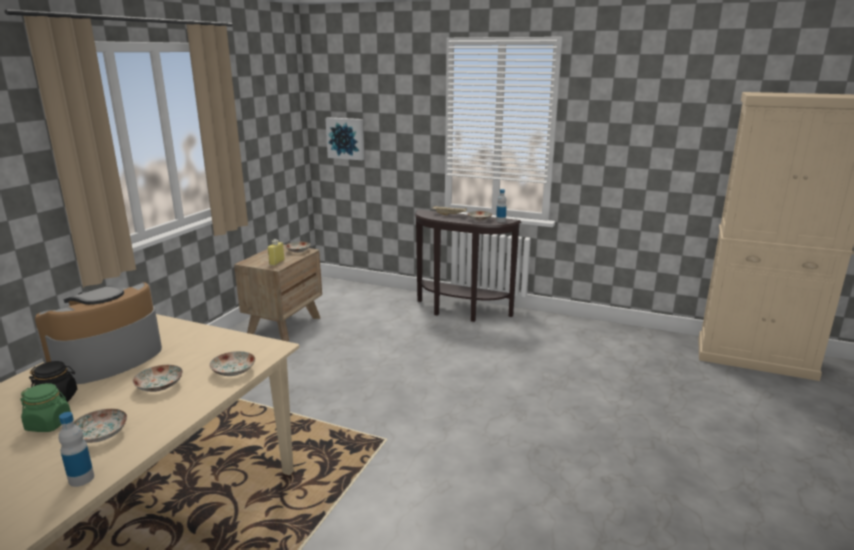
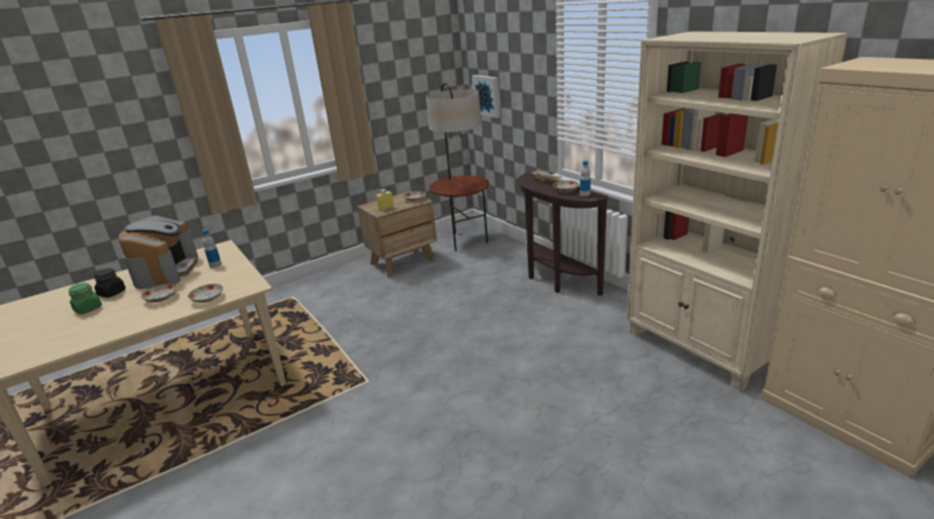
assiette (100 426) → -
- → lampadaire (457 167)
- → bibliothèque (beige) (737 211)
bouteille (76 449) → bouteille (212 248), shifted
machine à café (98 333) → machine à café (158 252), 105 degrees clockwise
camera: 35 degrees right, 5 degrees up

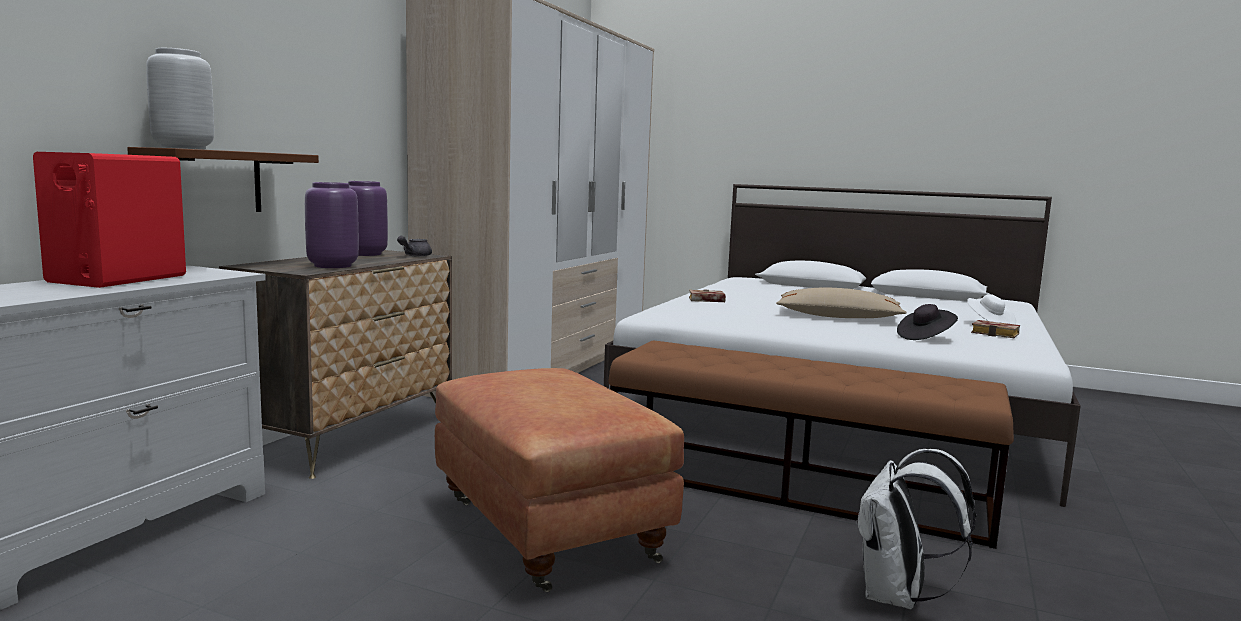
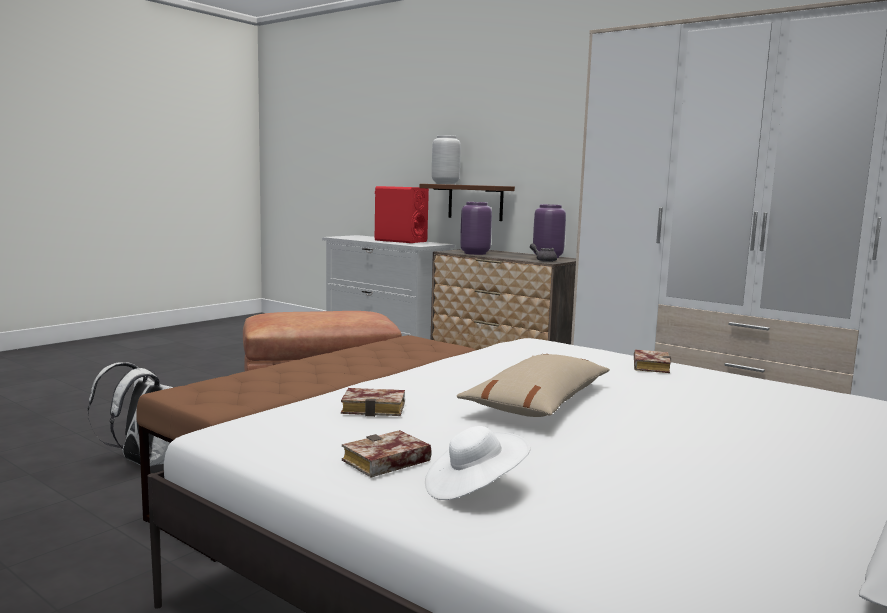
chapeau (noir) (927 322) → livre (373 402)
camera: 105 degrees right, 0 degrees up

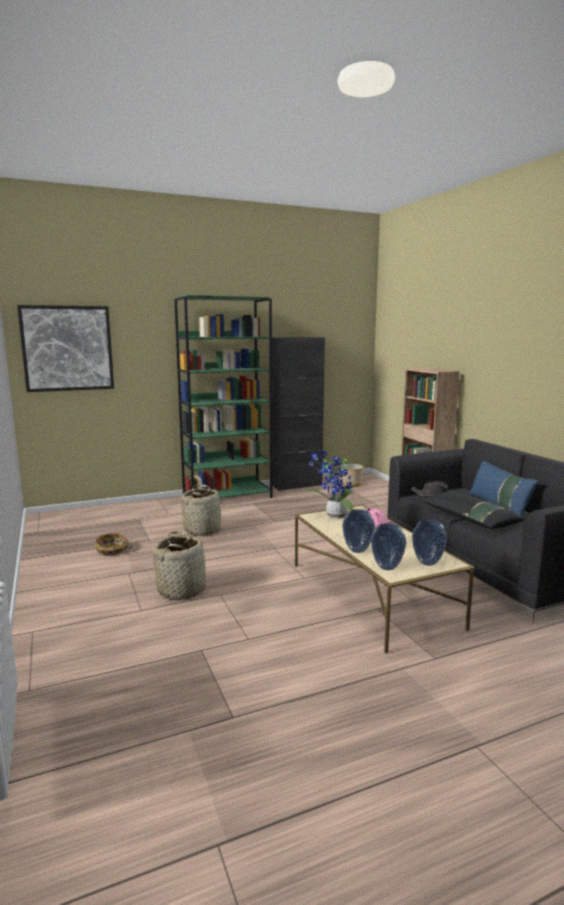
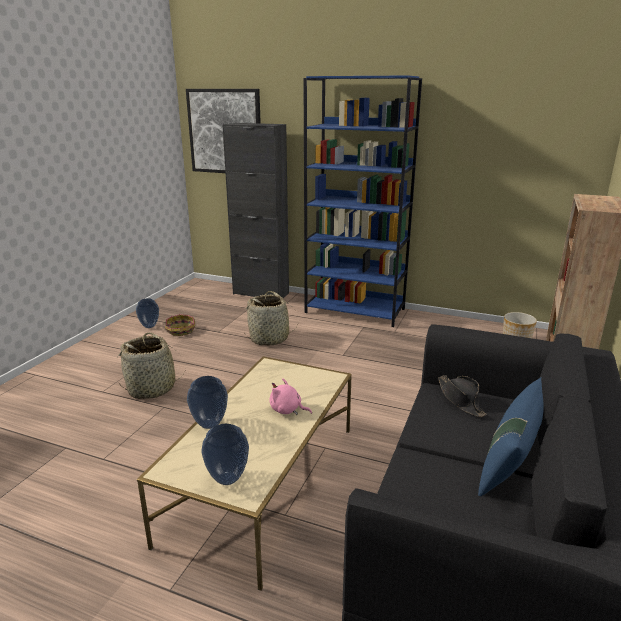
plante en pot (329 485) → -
coussin (noir) (473 509) → -
meuble de rangement (noir) (298 414) → meuble de rangement (noir) (255 210), shifted
vase (388 546) → vase (147 313), shifted
bibliothèque (vert) (223 396) → bibliothèque (bleu) (362 201)
camera: 45 degrees right, 10 degrees up

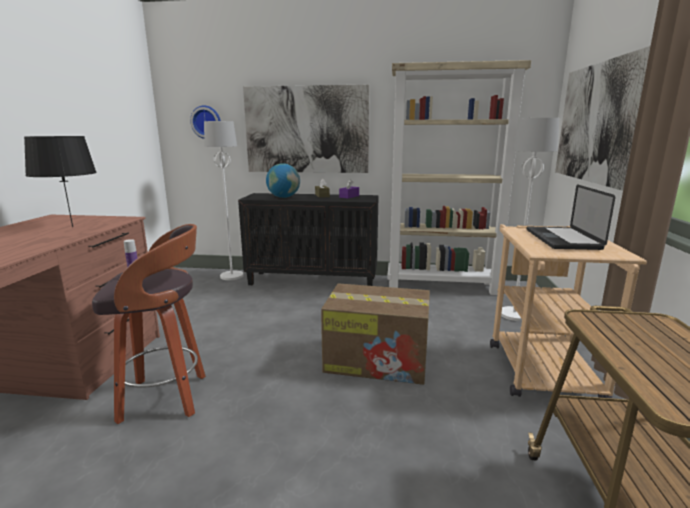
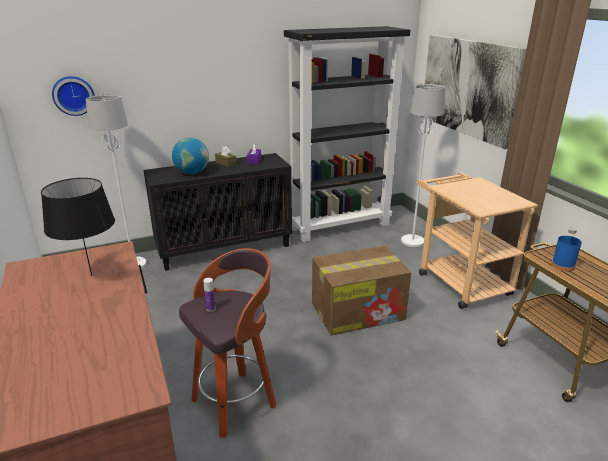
tableau (306 129) → -
ordinateur portable (570 217) → -
- → bouteille (bleu) (566 249)
bibliothèque (beige) (459 177) → bibliothèque (noir) (347 134)
camera: 30 degrees left, 10 degrees up

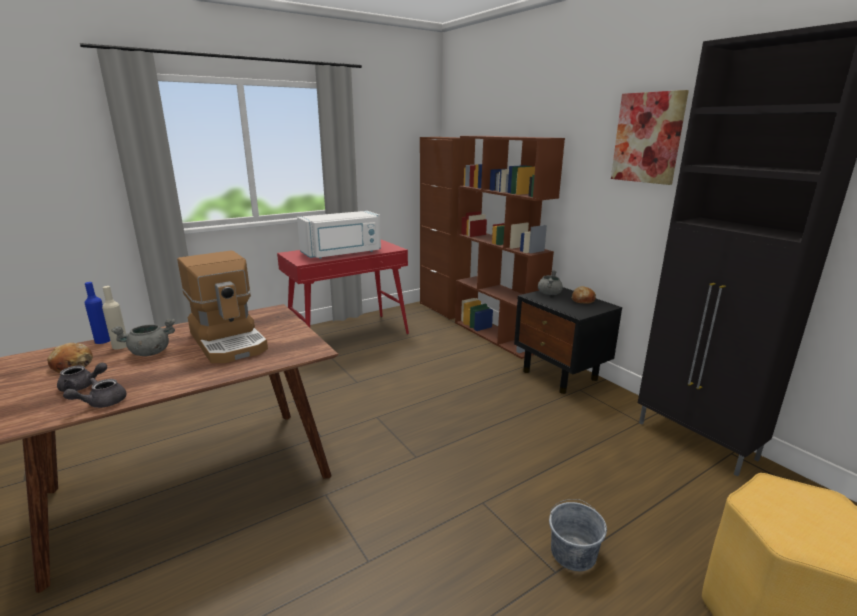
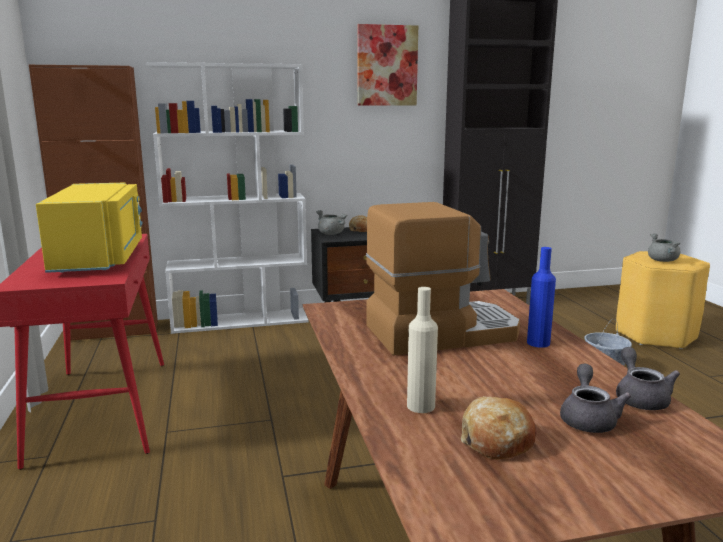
bouteille (bleu) (97 313) → bouteille (bleu) (541 297), shifted
marmite (gris) (143 337) → marmite (gris) (664 247), shifted
micro-ondes (blanc) (339 235) → micro-ondes (jaune) (89 227)
bibliothèque (marron) (510 247) → bibliothèque (blanc) (228 198)
théière (gris) (95 393) → théière (gris) (648 378), 150 degrees counterclockwise
camera: 70 degrees left, 5 degrees down

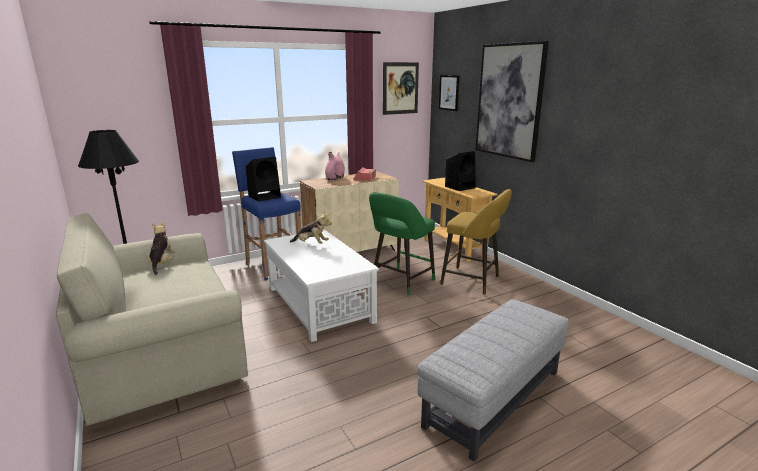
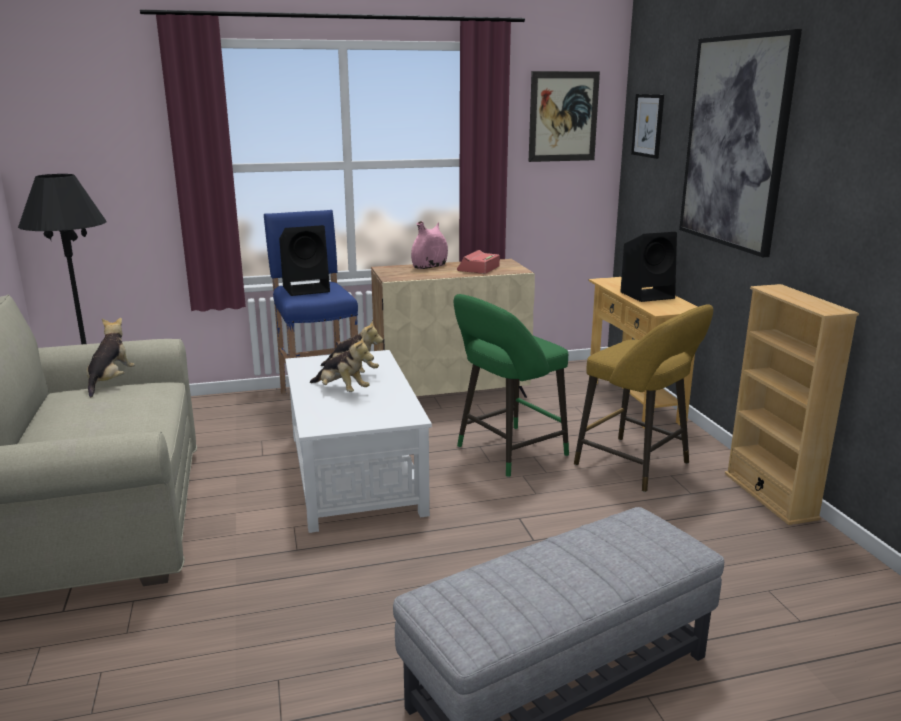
- → peluche (342 364)
- → bibliothèque (beige) (792 404)
camera: 15 degrees right, 0 degrees up

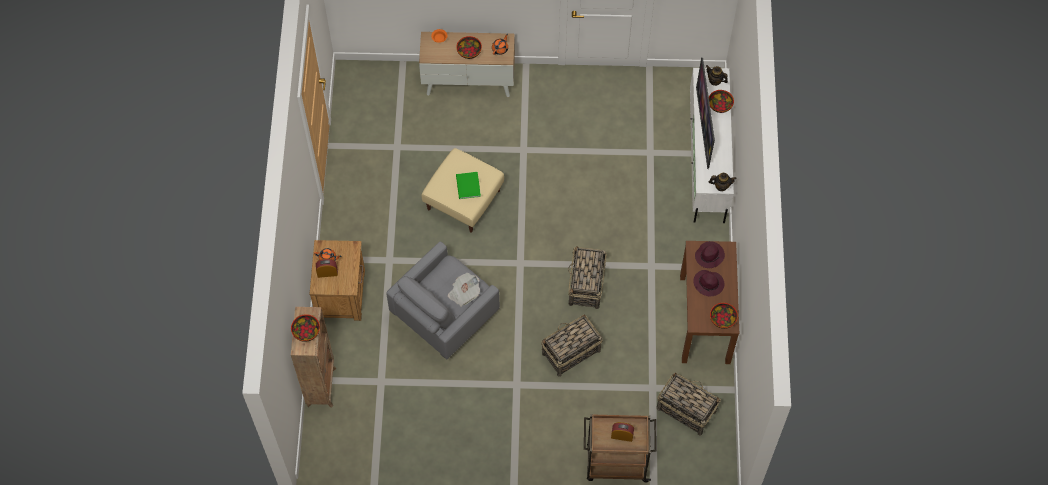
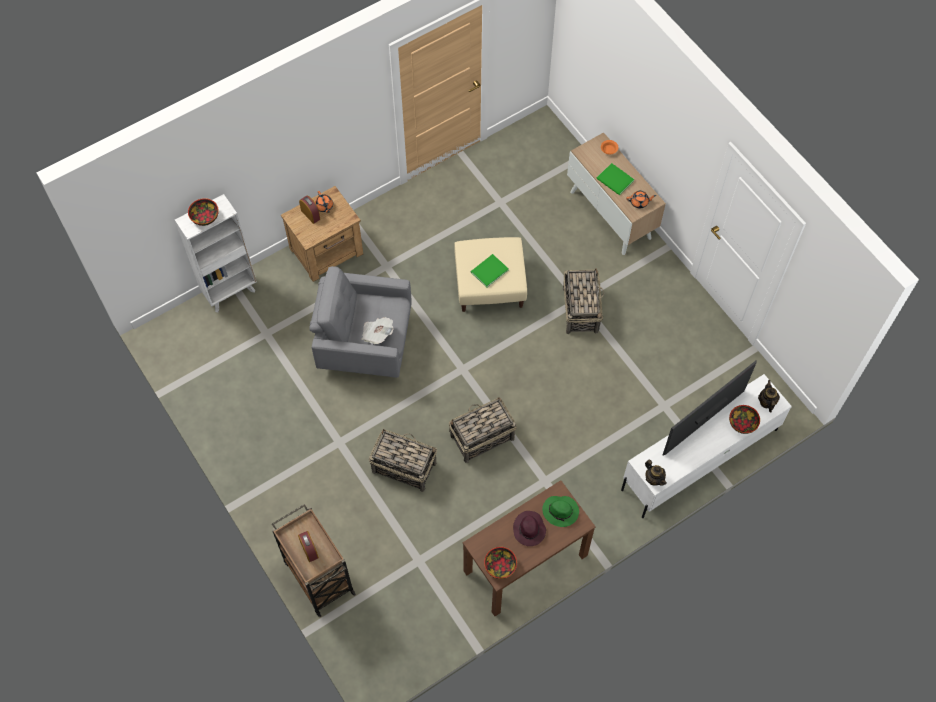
panier (689 404) → panier (583 301), shifted
bol (469 47) → livre (vert) (616 179)
bibliothèque (marron) (313 357) → bibliothèque (blanc) (216 253)
chapeau (violet) (710 254) → chapeau (vert) (560 511)
camera: 55 degrees right, 0 degrees up

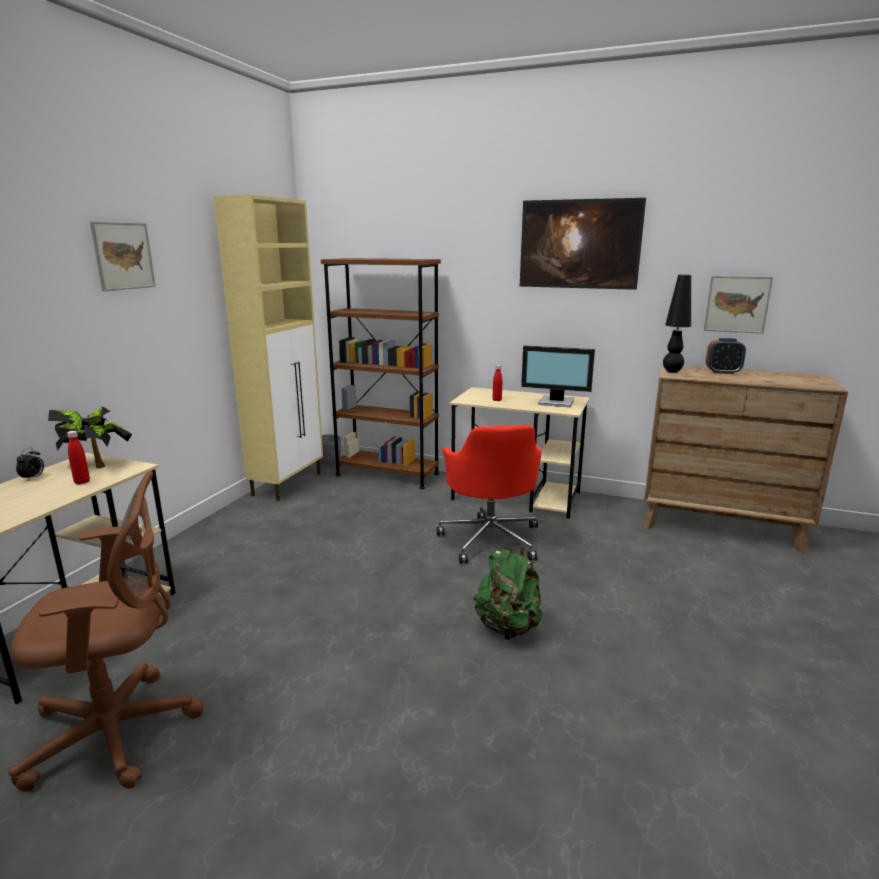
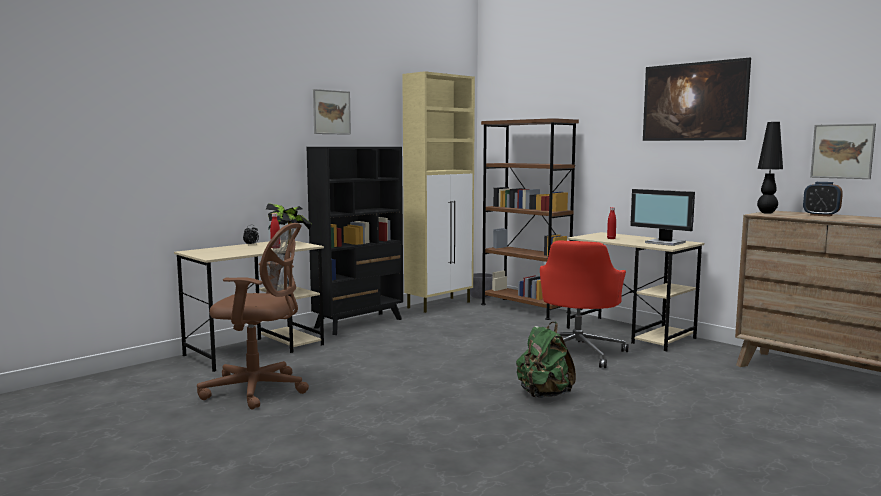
- → bibliothèque (noir) (355 241)
camera: 25 degrees right, 10 degrees down

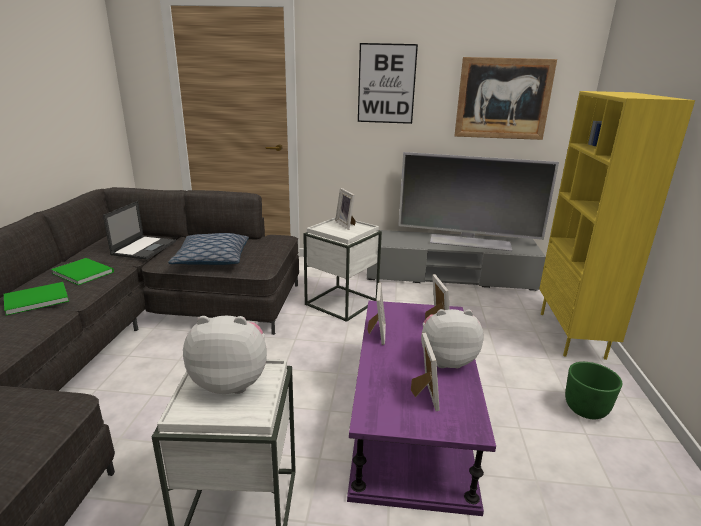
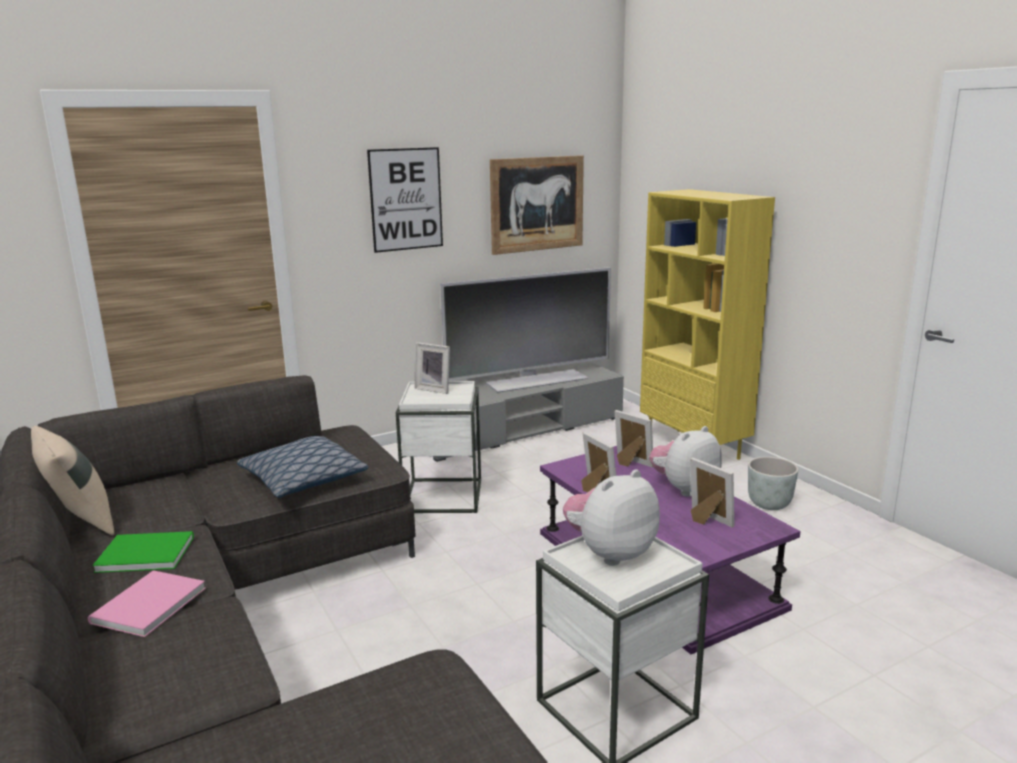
ordinateur portable (139 230) → -
- → coussin (beige) (72 480)
livre (vert) (36 298) → livre (rose) (147 603)
cache-pot (vert) (593 390) → cache-pot (gris) (773 483)
camera: 35 degrees left, 5 degrees down

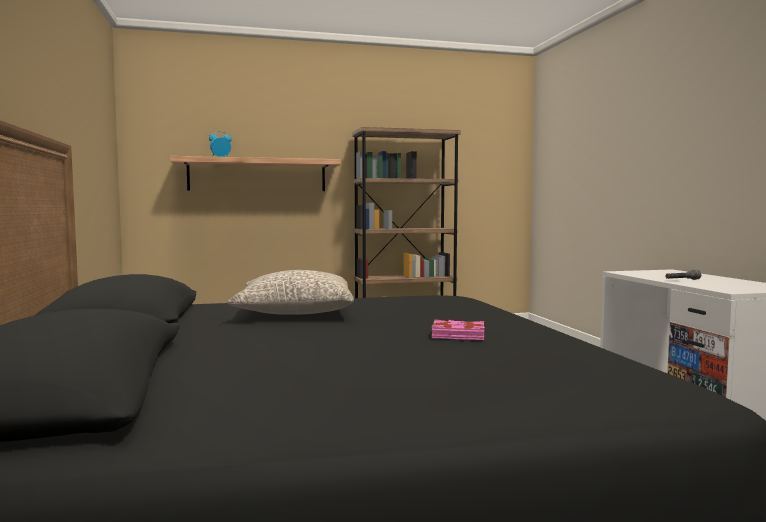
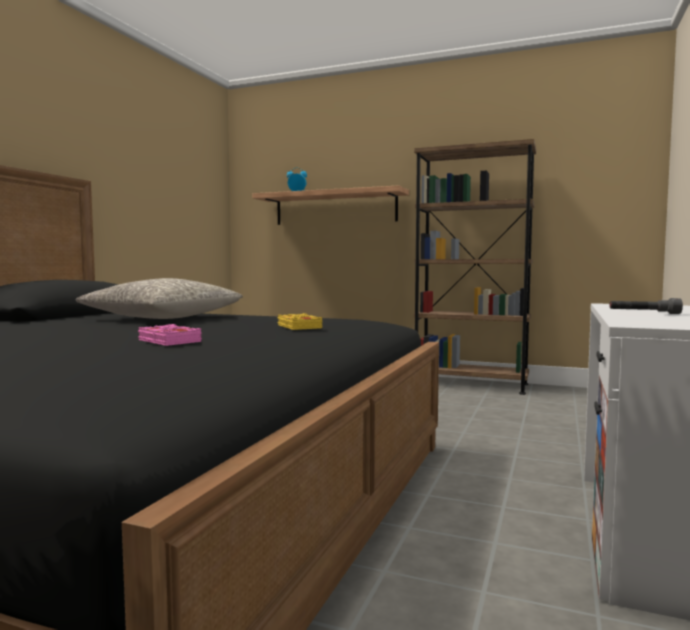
- → livre (jaune) (300 321)
camera: 35 degrees right, 0 degrees up

